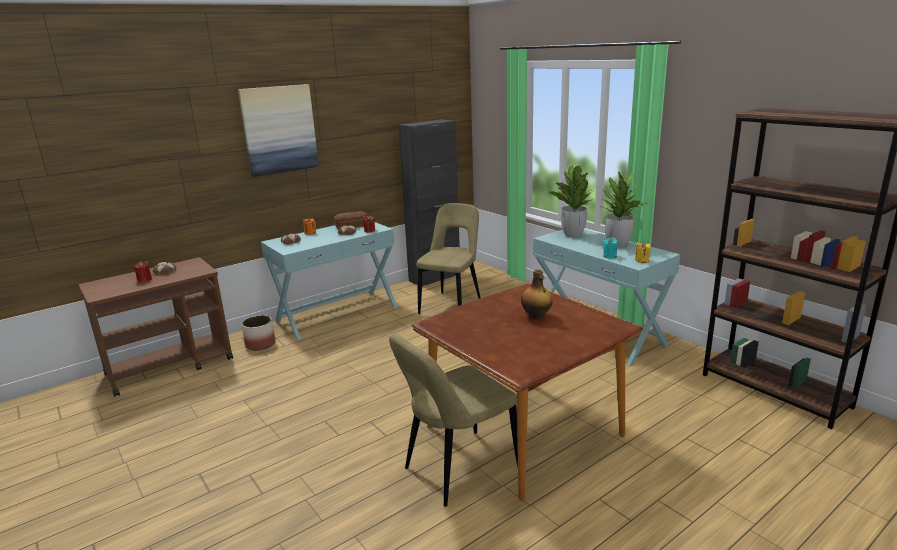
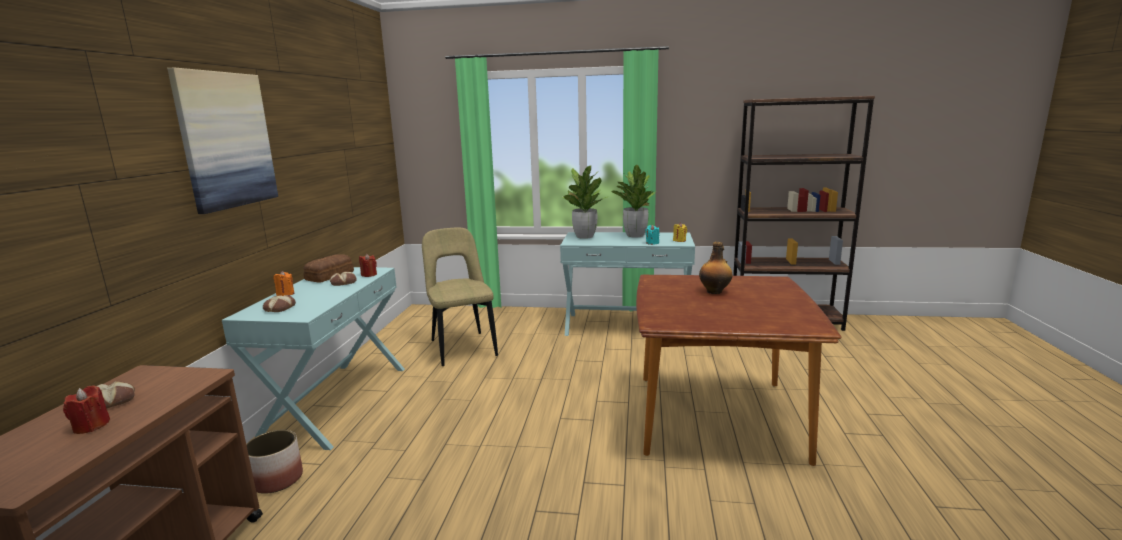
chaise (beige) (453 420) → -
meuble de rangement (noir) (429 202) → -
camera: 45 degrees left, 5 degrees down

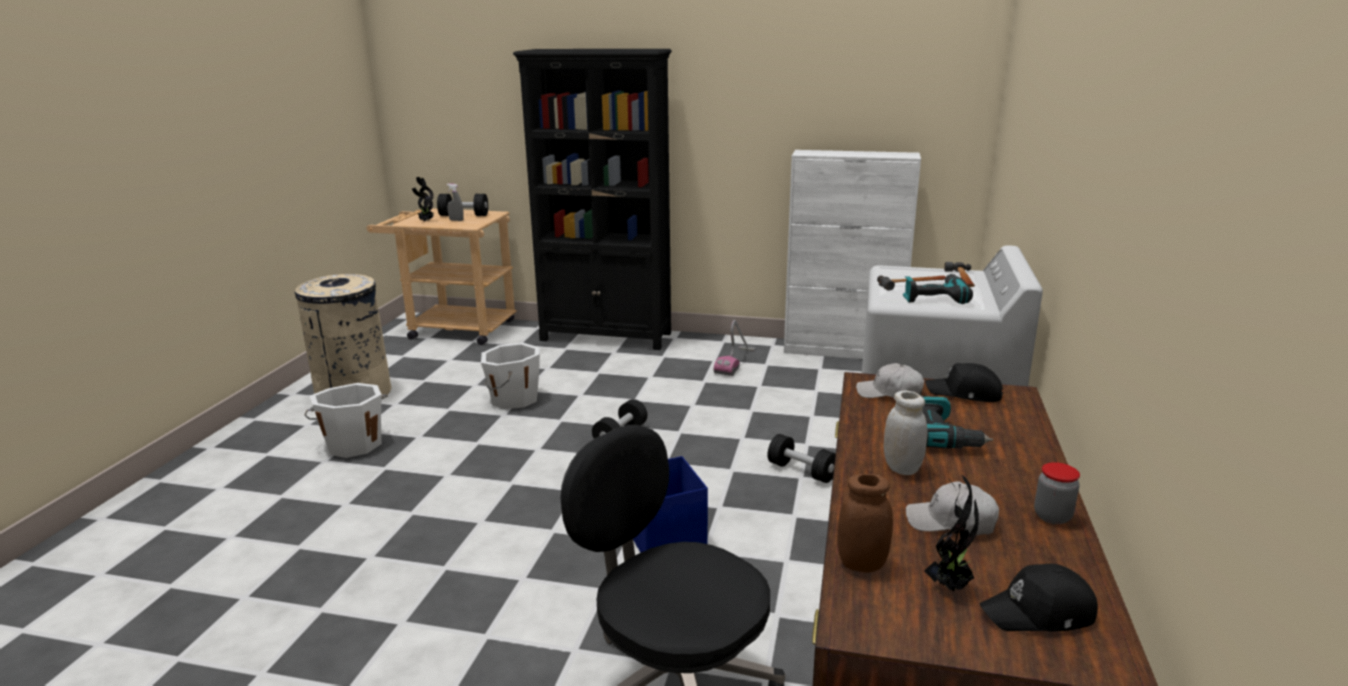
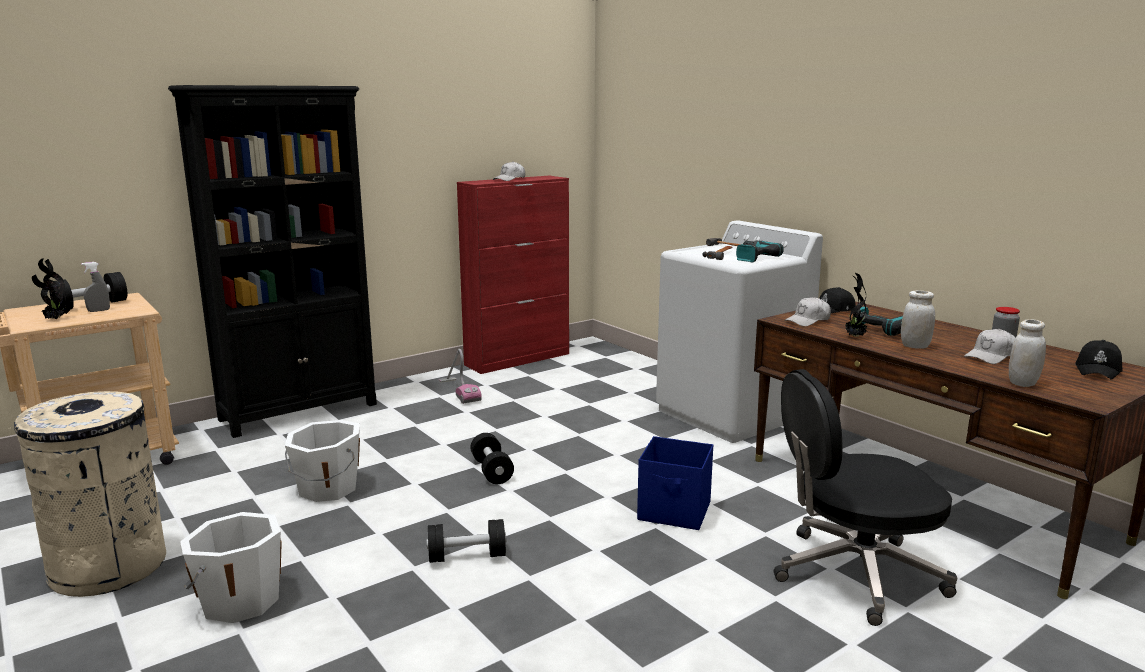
- → casquette (blanc) (509 171)
haltère (noir) (801 458) → haltère (noir) (466 541), shifted
plante en pot (951 532) → plante en pot (854 305), shifted
meuble de rangement (blanc) (852 254) → meuble de rangement (rouge) (513 275)
bocal (marron) (865 523) → bocal (blanc) (1027 353)
camera: 50 degrees left, 5 degrees down

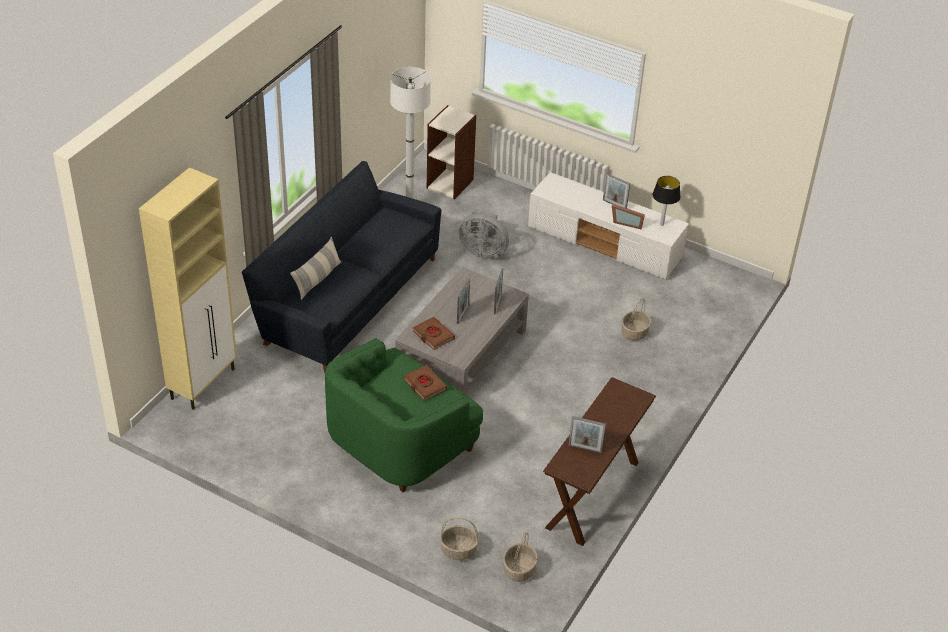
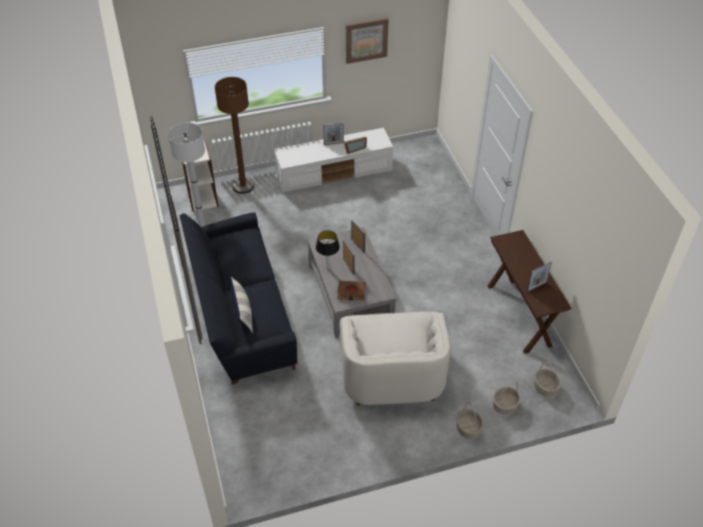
meuble de rangement (beige) (188 288) → -
livre (marron) (425 382) → -
ventilateur (gris) (484 234) → -
- → lampadaire (marron) (234 135)
- → tableau (367 41)
panier (636 319) → panier (470 420), shifted
lampe de table (667 201) → lampe de table (328 249), shifted
fauteuil (vert) (404 415) → fauteuil (blanc) (394 358)
camera: 45 degrees left, 5 degrees up

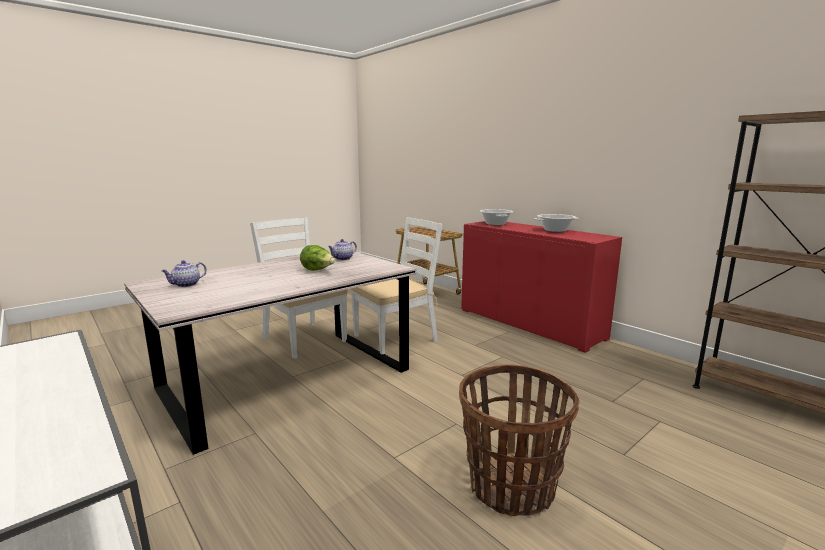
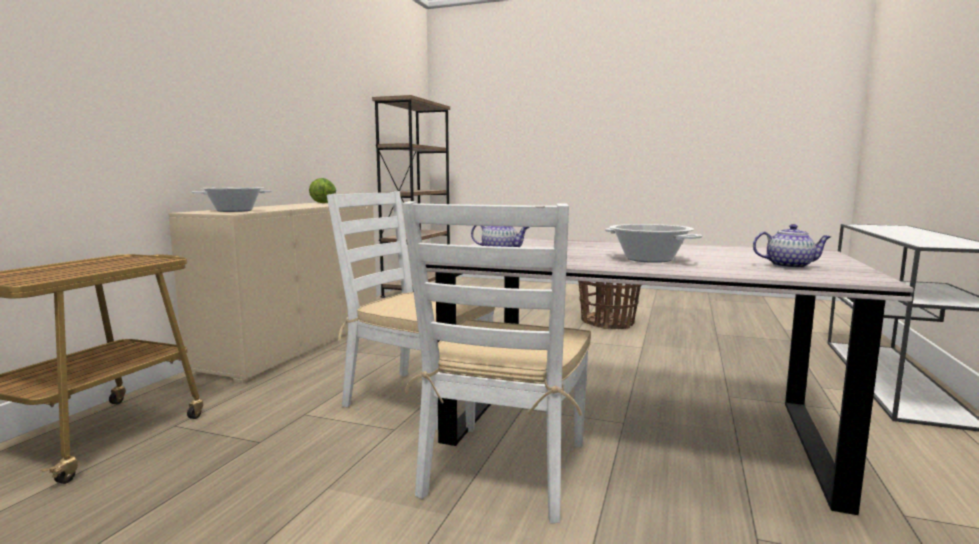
laitue (317 258) → laitue (322 190), shifted
marmite (556 223) → marmite (653 243), shifted
meuble de rangement (rouge) (541 287) → meuble de rangement (beige) (272 292)
camera: 120 degrees left, 5 degrees down

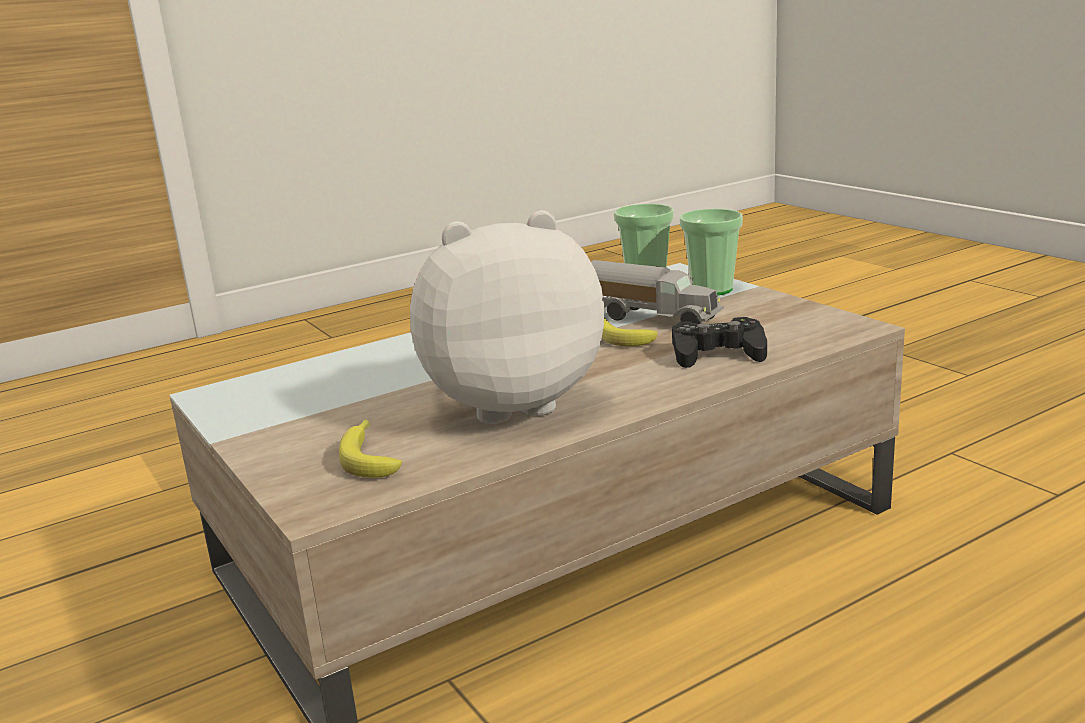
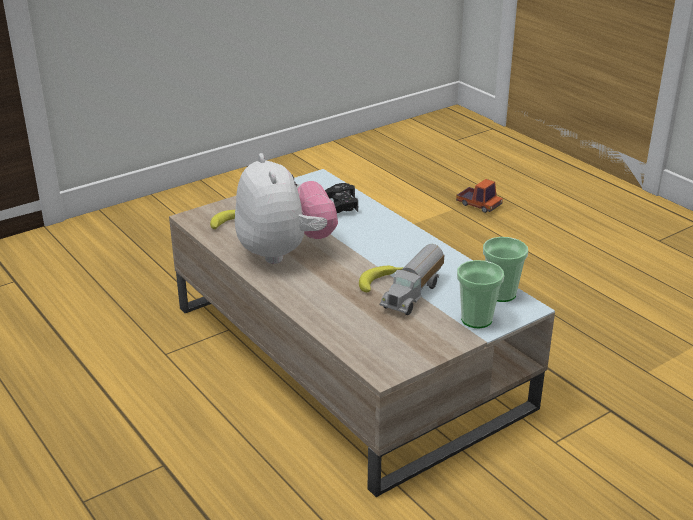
- → camion jouet (479 196)
manette (noir) (719 342) → manette (noir) (341 198), shifted
camera: 85 degrees right, 10 degrees up

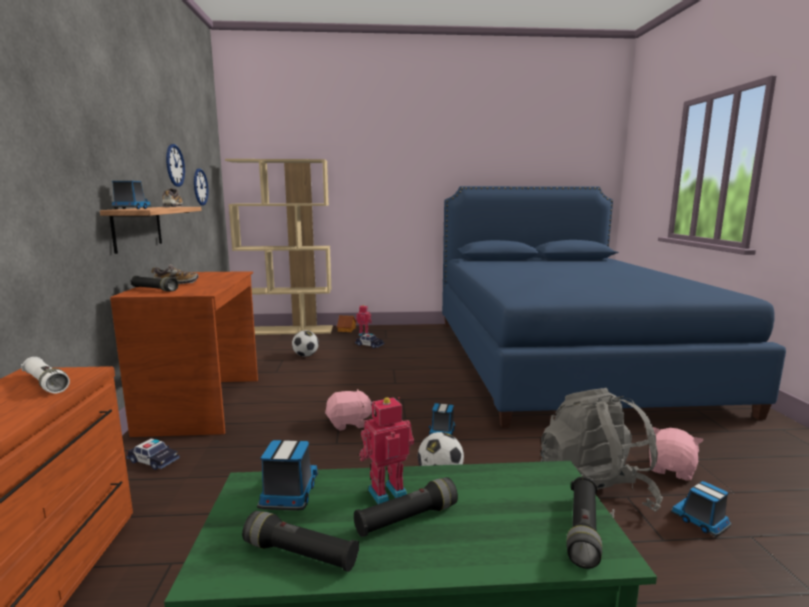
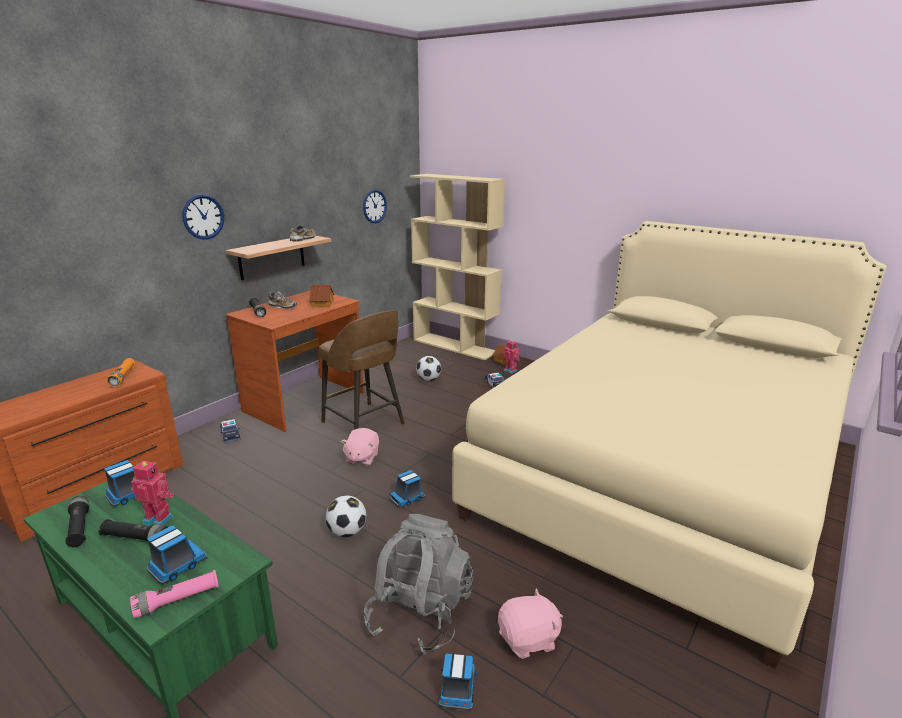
- → maison miniature (321 296)
- → tabouret (marron) (362 370)
camion jouet (130 195) → camion jouet (177 555), shifted
horloge murale (175 165) → horloge murale (203 217), shifted
lampe de poche (blanc) (45 375) → lampe de poche (orange) (121 372)
lit (bleu) (614 307) → lit (beige) (669 445)
lampe de poche (noir) (584 523) → lampe de poche (rose) (174 594)
peluche (rose) (348 410) → peluche (rose) (360 447), 75 degrees clockwise
camera: 40 degrees right, 10 degrees up

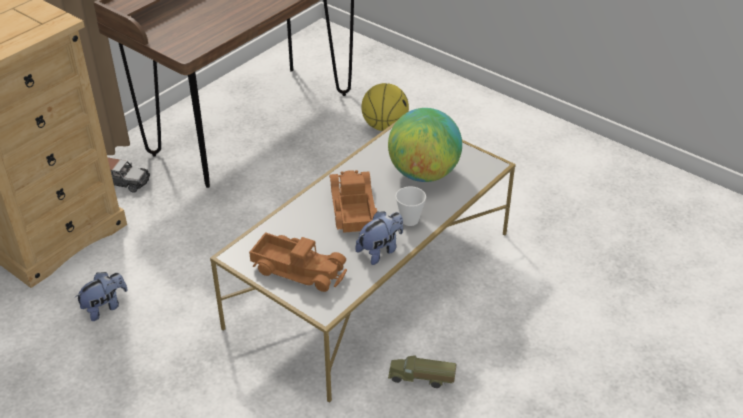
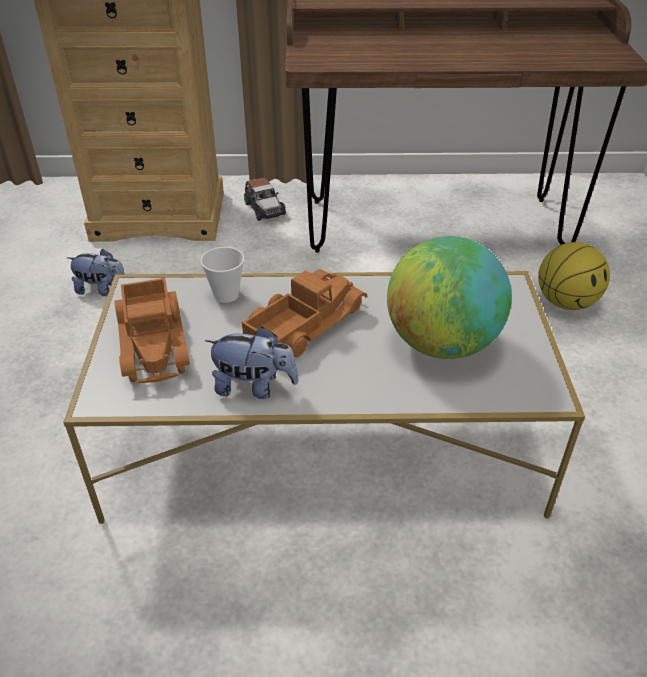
camion jouet (422 372) → -
tasse (410 206) → tasse (222 275), shifted
camera: 50 degrees right, 0 degrees up

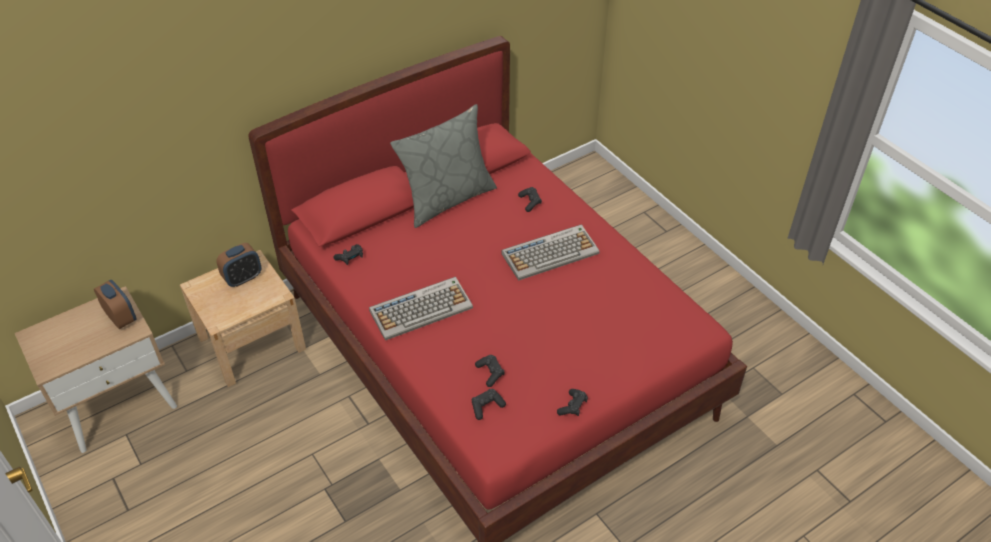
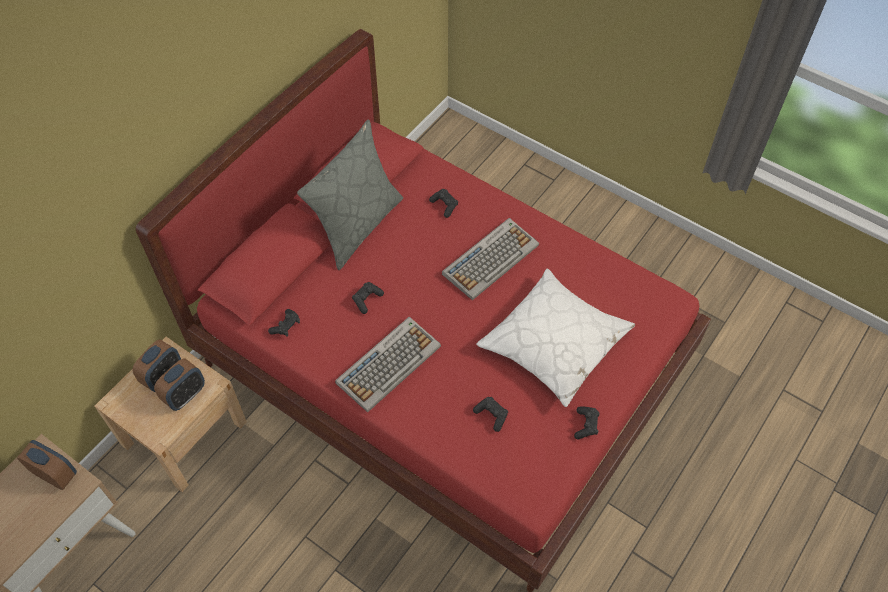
- → réveil (179 384)
- → coussin (blanc) (555 338)
manette (noir) (489 404) → manette (noir) (368 298), shifted
camera: 20 degrees left, 10 degrees up

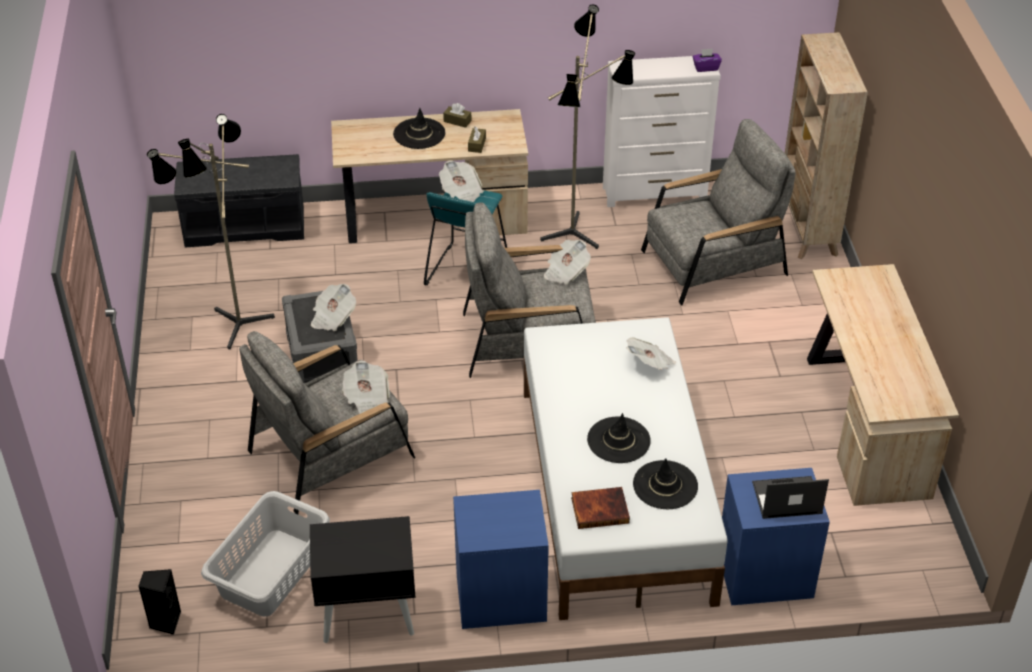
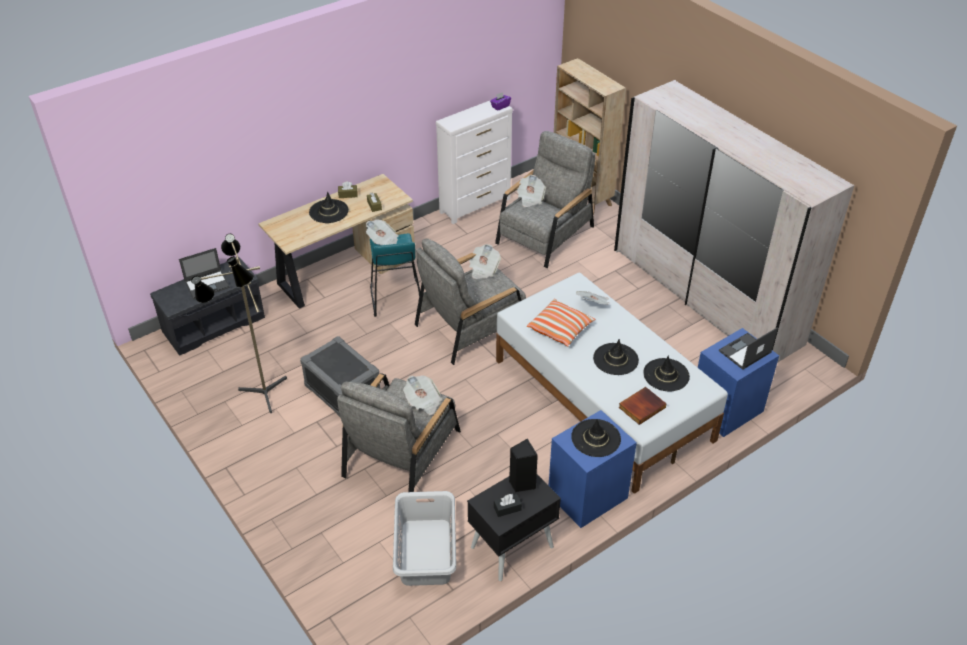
lampadaire (587 126) → -
- → ordinateur portable (204 273)
- → boîte à mouchoirs (noir) (508 505)
- → coussin (561 323)
- → chapeau (noir) (596 438)
enceinte (noir) (159 602) → enceinte (noir) (523 466), shifted
journal (333 307) → journal (531 191), shifted
bureau (beige) (883 385) → armoire (blanc) (734 221)
camera: 30 degrees left, 0 degrees up

